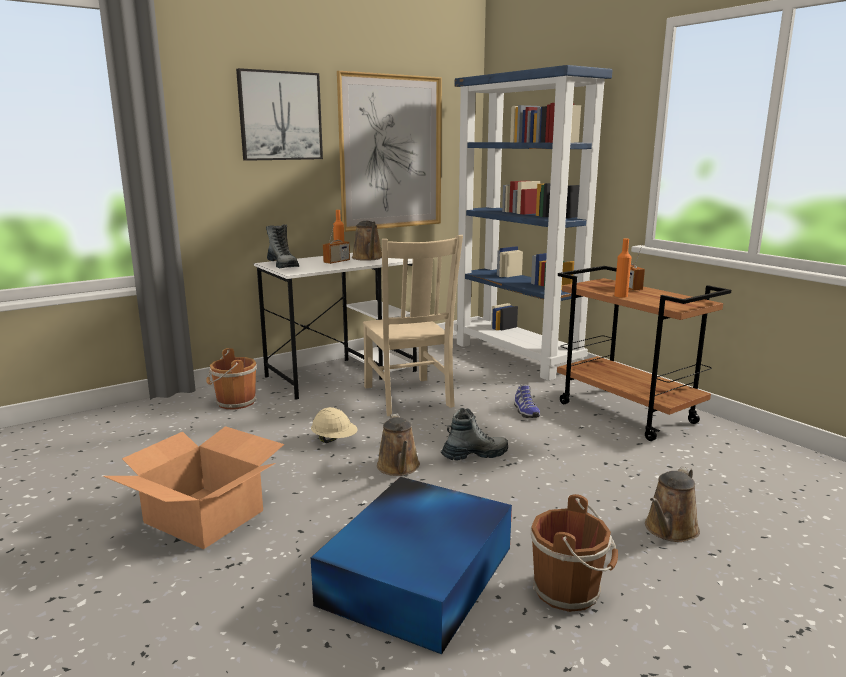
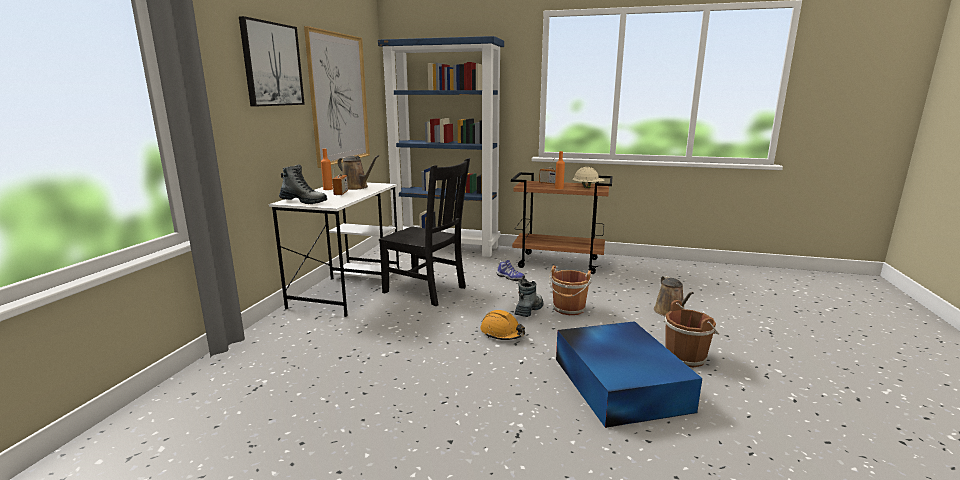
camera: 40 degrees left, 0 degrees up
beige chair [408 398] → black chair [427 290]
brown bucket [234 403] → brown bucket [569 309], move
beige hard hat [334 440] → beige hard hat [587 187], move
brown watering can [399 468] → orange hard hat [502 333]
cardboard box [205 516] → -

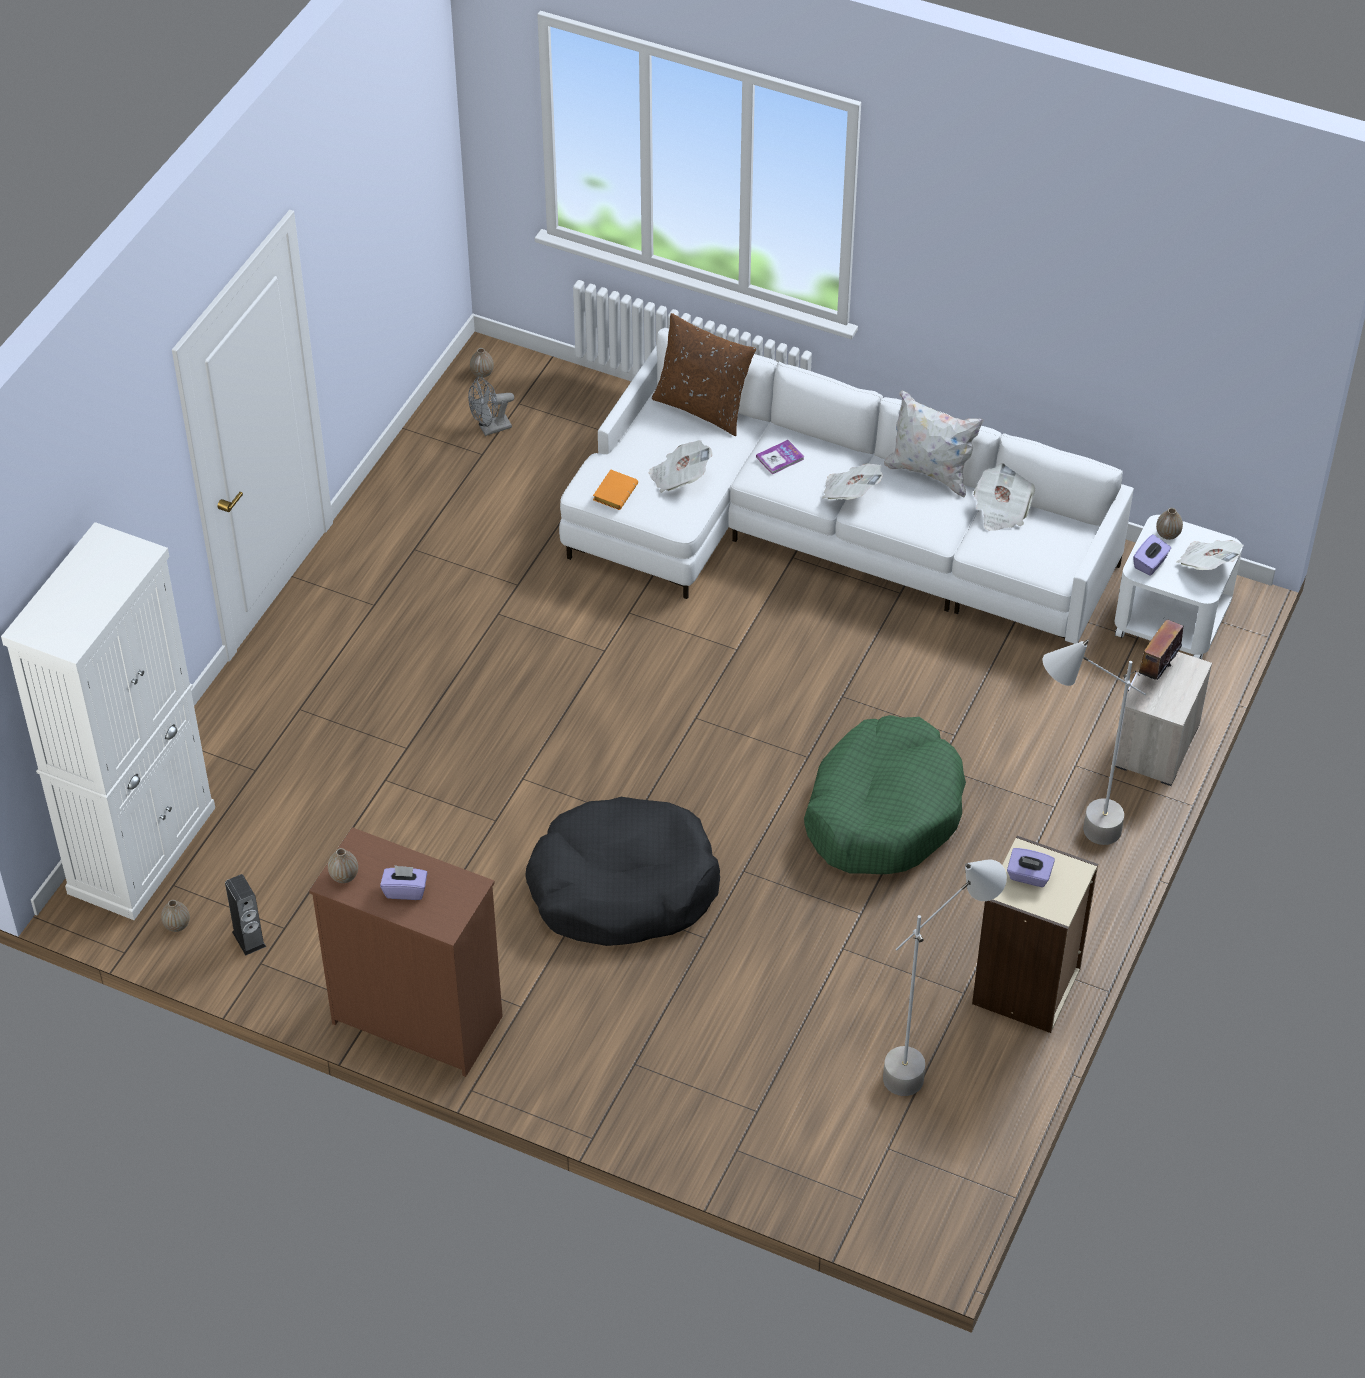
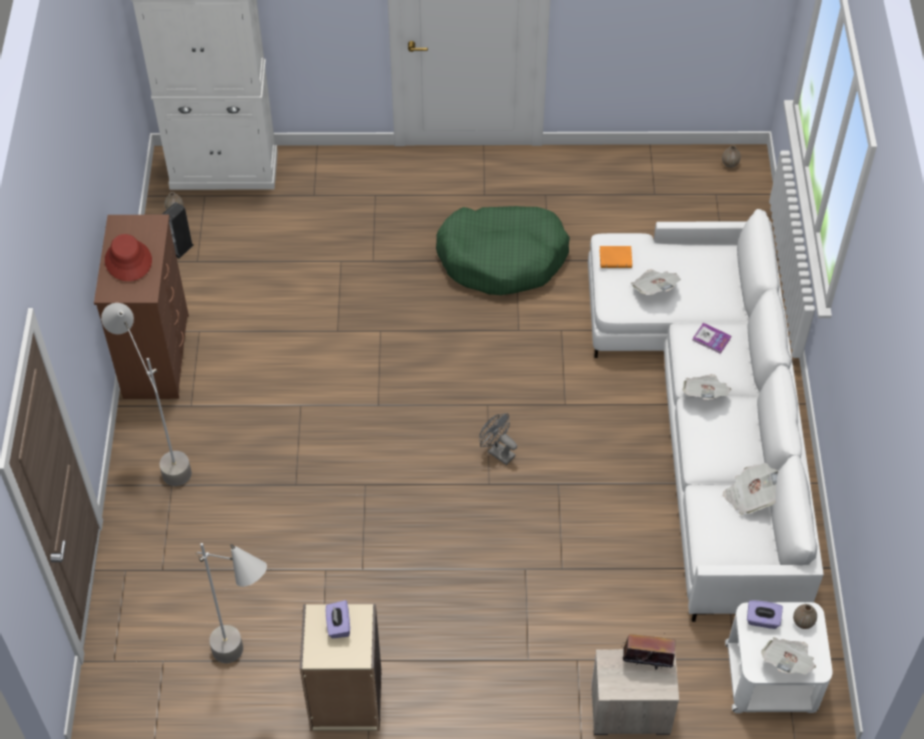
camera: 65 degrees right, 5 degrees up
brown pillow [702 407] → -
grey fan [490 429] → grey fan [497 452], move
white pillow [930 472] → -
grey floor lamp [1071 835] → grey floor lamp [163 457], move
green dog bed [883 811] → green dog bed [502 258], move
black dog bed [622 888] → -
vase [344 876] → -
purple tissue box [405 890] → red hat [128 261]

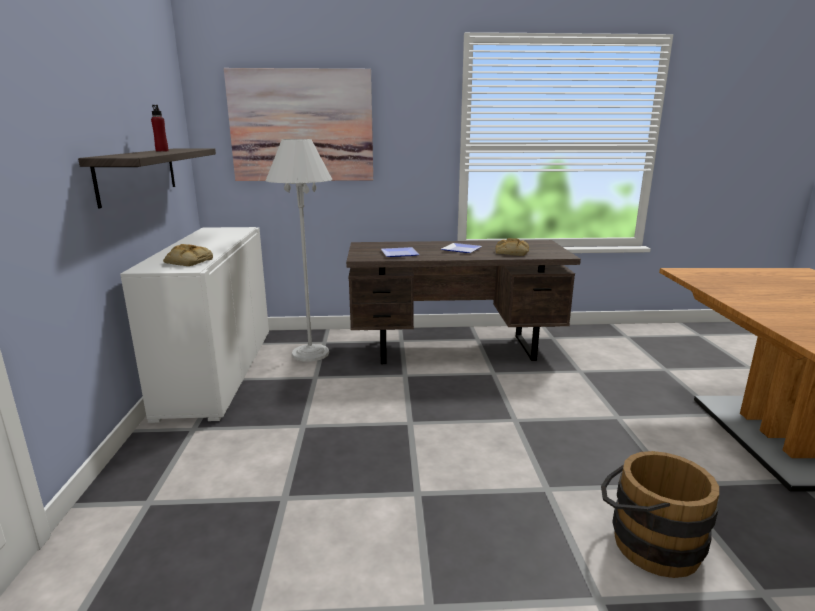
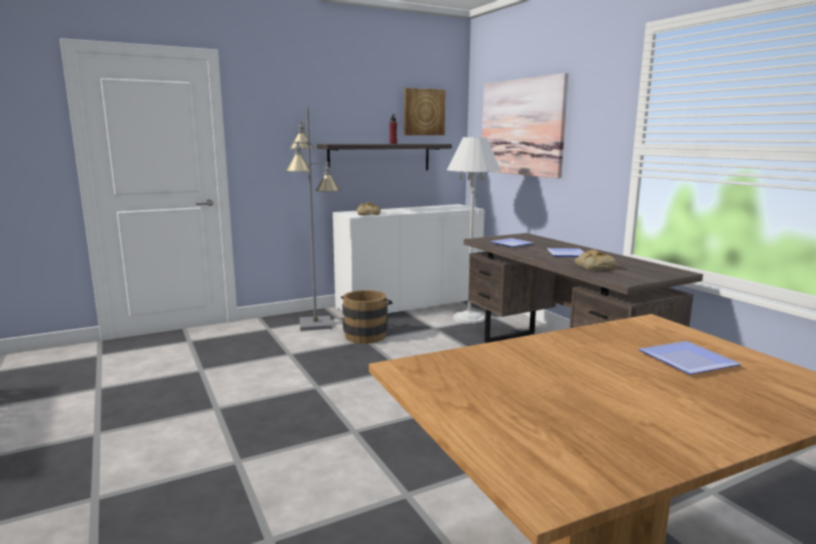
camera: 65 degrees right, 5 degrees down
brown bucket [647 542] → brown bucket [366 334], move
- → picture [423 112]
- → grey floor lamp [316 324]
- → plate [687 362]

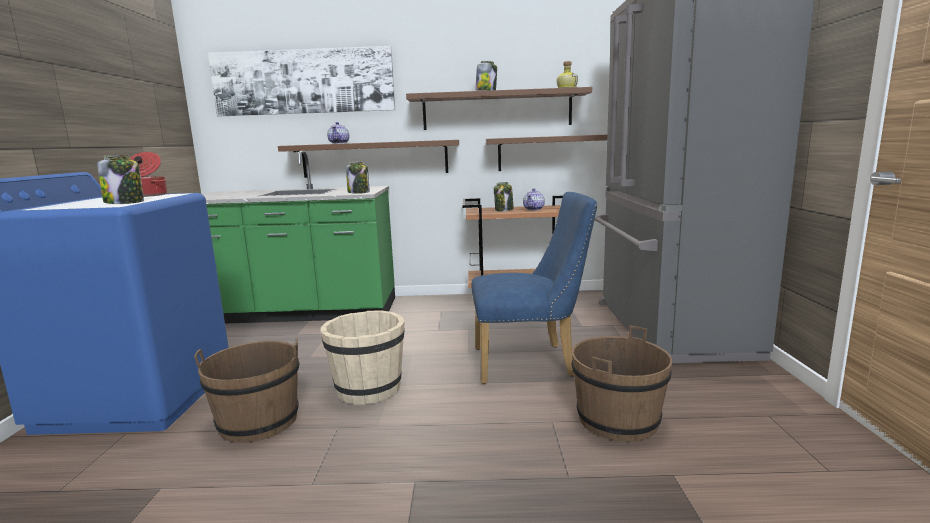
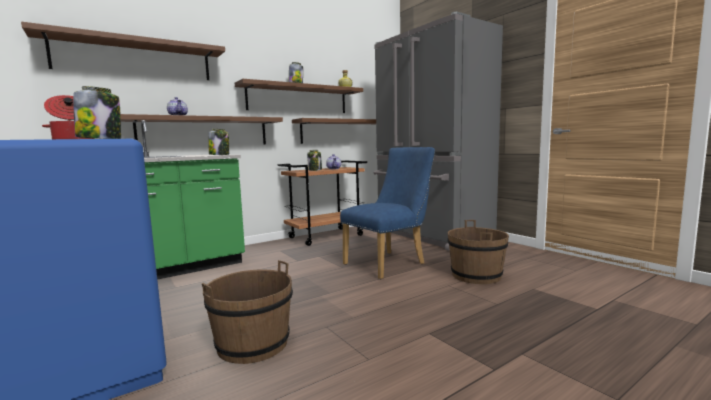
camera: 35 degrees left, 5 degrees down
picture [303 82] → brown shelf [135 59]
beige bucket [368 389] → -

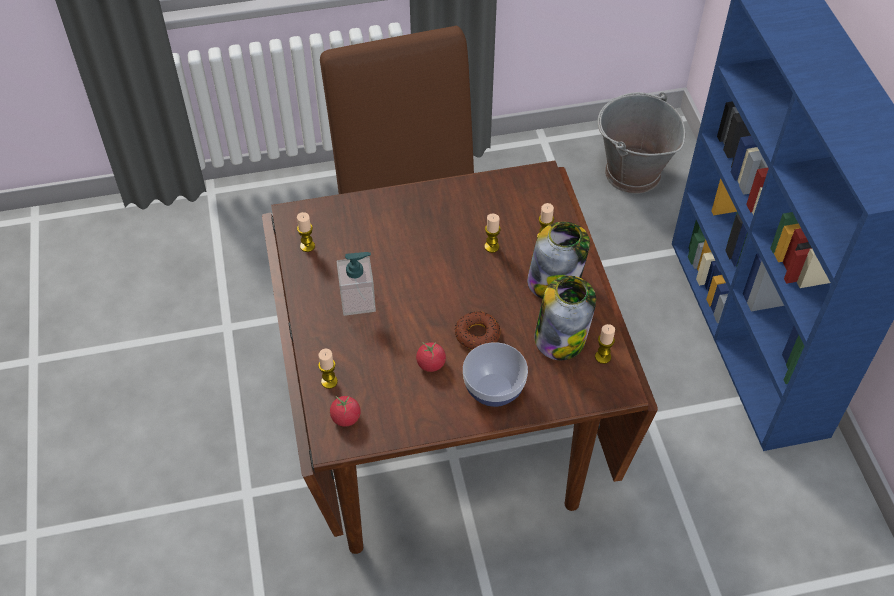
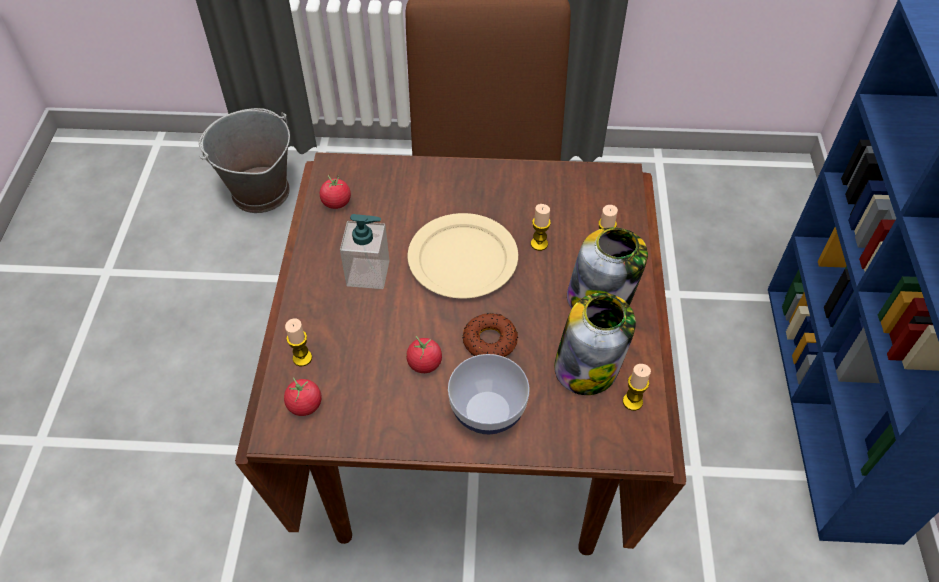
camera: 15 degrees right, 0 degrees up
grey bucket [632 173] → grey bucket [259 192], move
candle [307 246] → tomato [336 202]
- → beige plate [463 258]

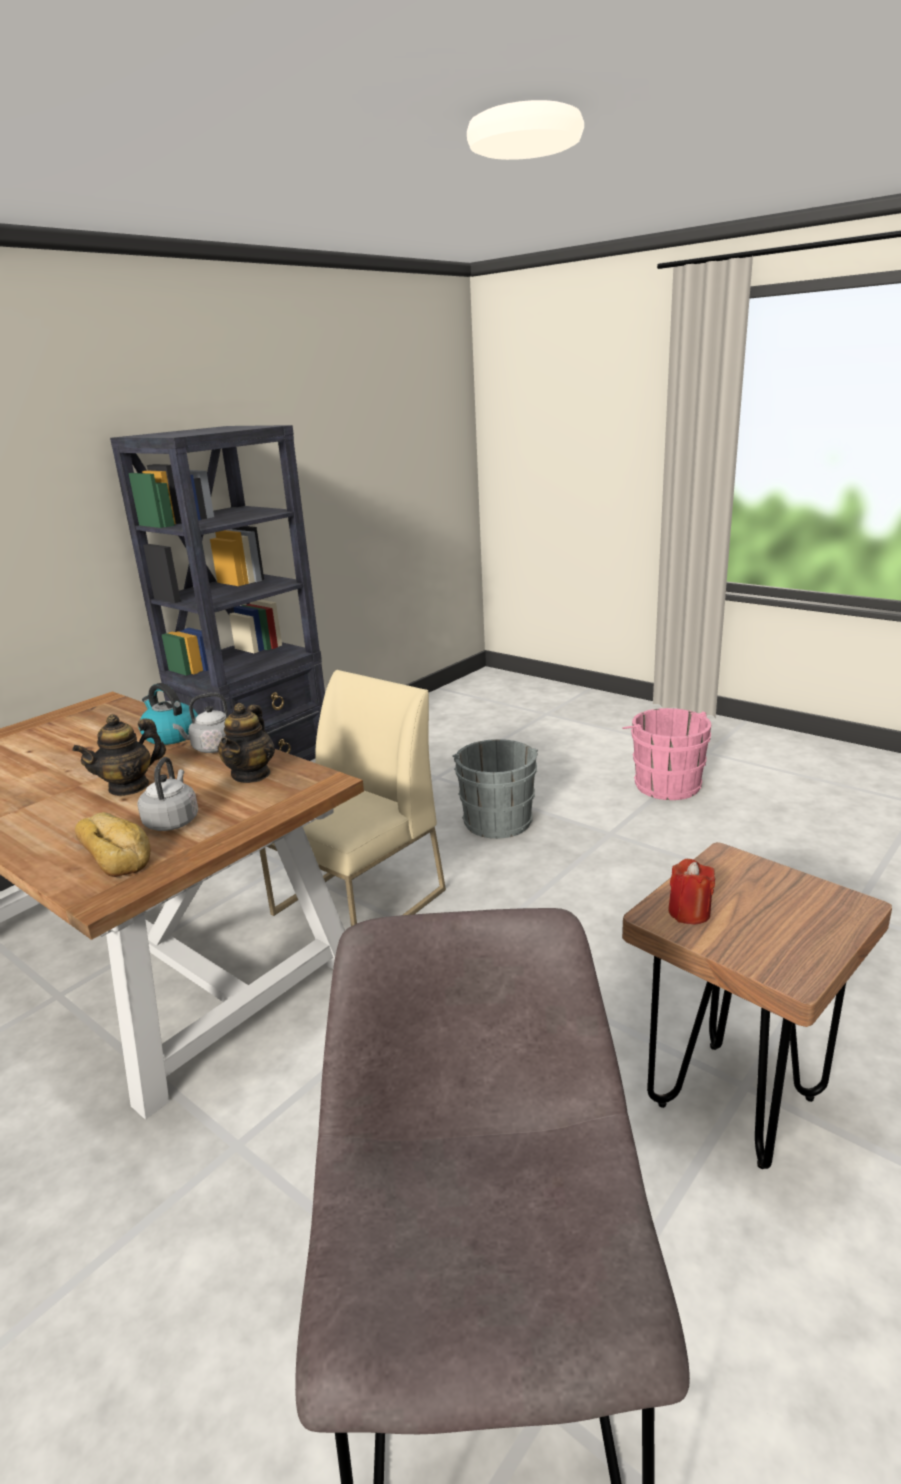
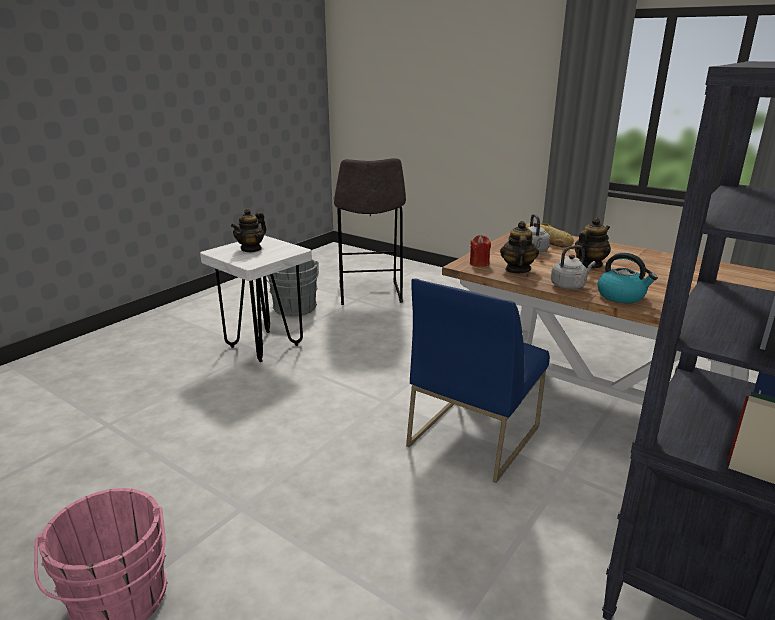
camera: 175 degrees right, 0 degrees up
beige chair [359 903] → blue chair [473 435]
grey bucket [497 819] → grey bucket [294 309], move
brown stool [734 1101] → white stool [265 346]
red candle [689 912] → red candle [479 263], move
- → teapot [251 249]

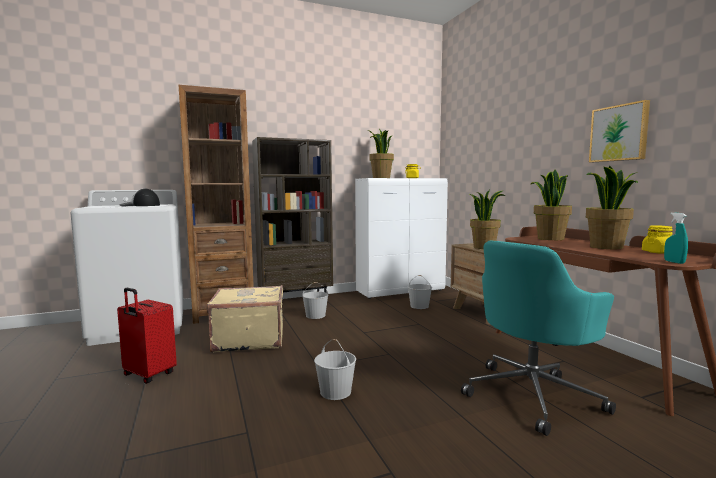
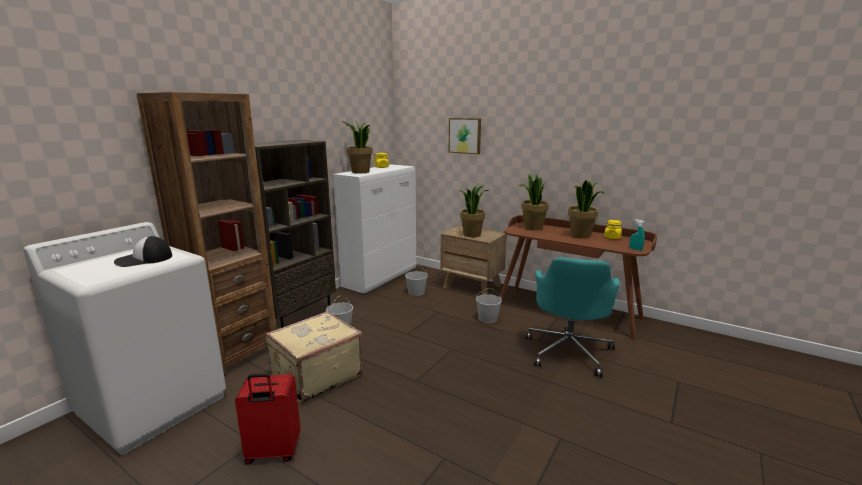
camera: 35 degrees left, 10 degrees up
picture [619 133] → picture [465 135], move
white bucket [336 392] → white bucket [488 318], move

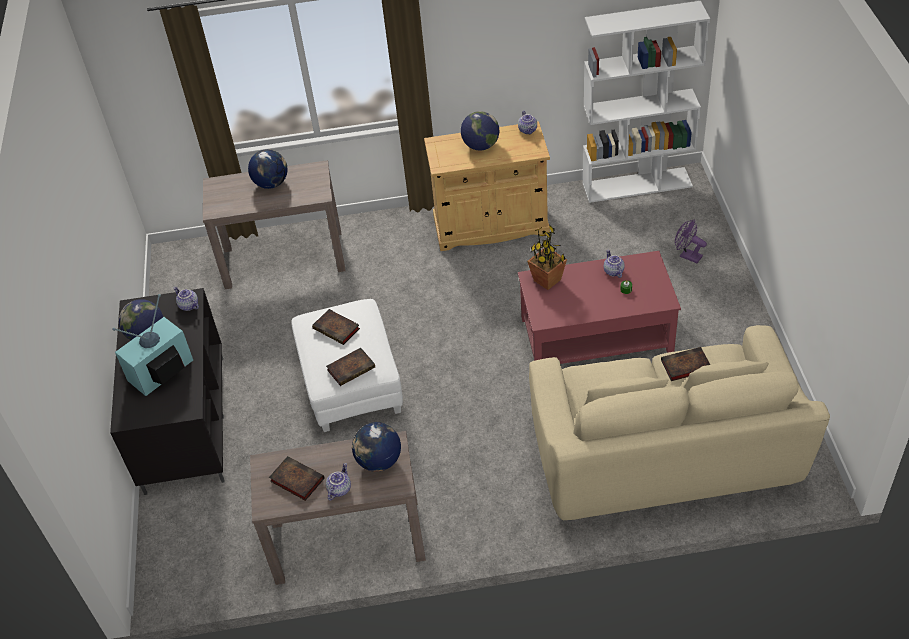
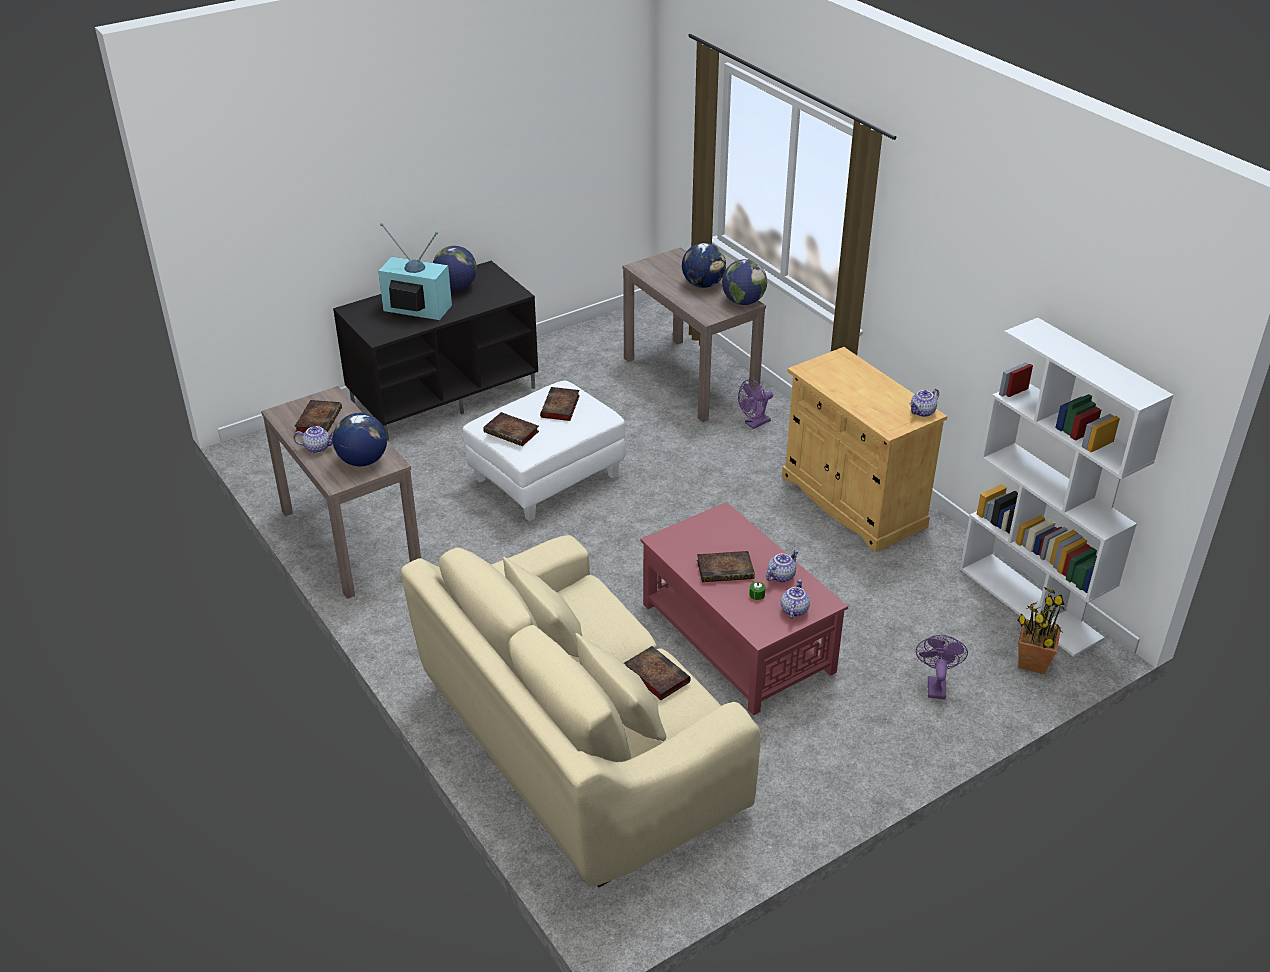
camera: 60 degrees right, 10 degrees down
globe [481 146] → globe [743 302], move
potted plant [547 280] → potted plant [1033 663], move
teapot [188 306] → teapot [793 610], move
- → purple fan [754 424]
- → book [726 569]

